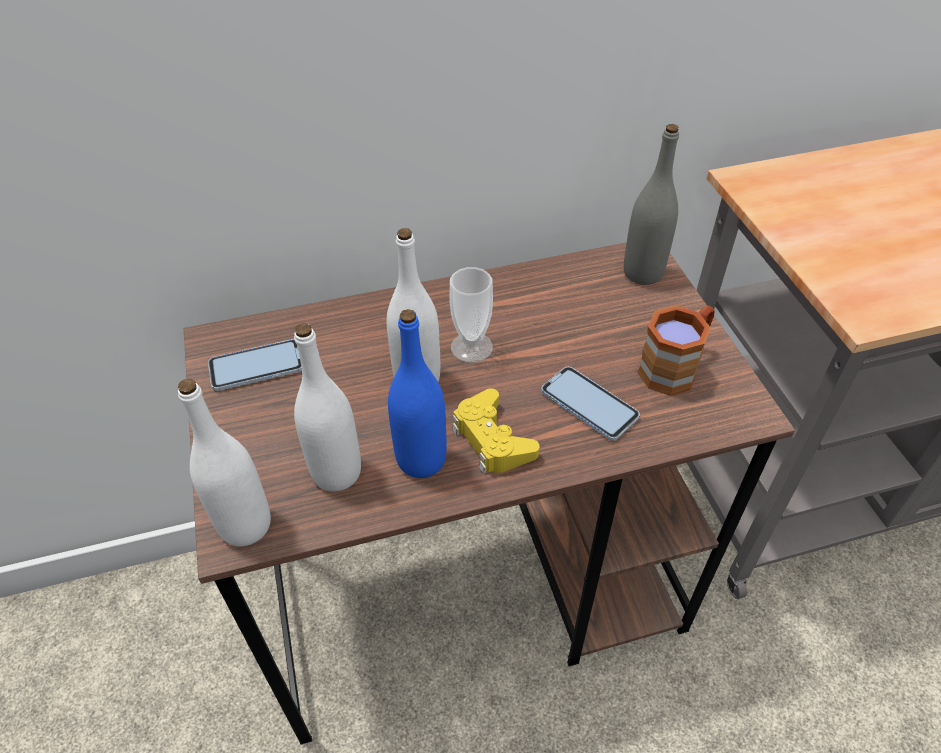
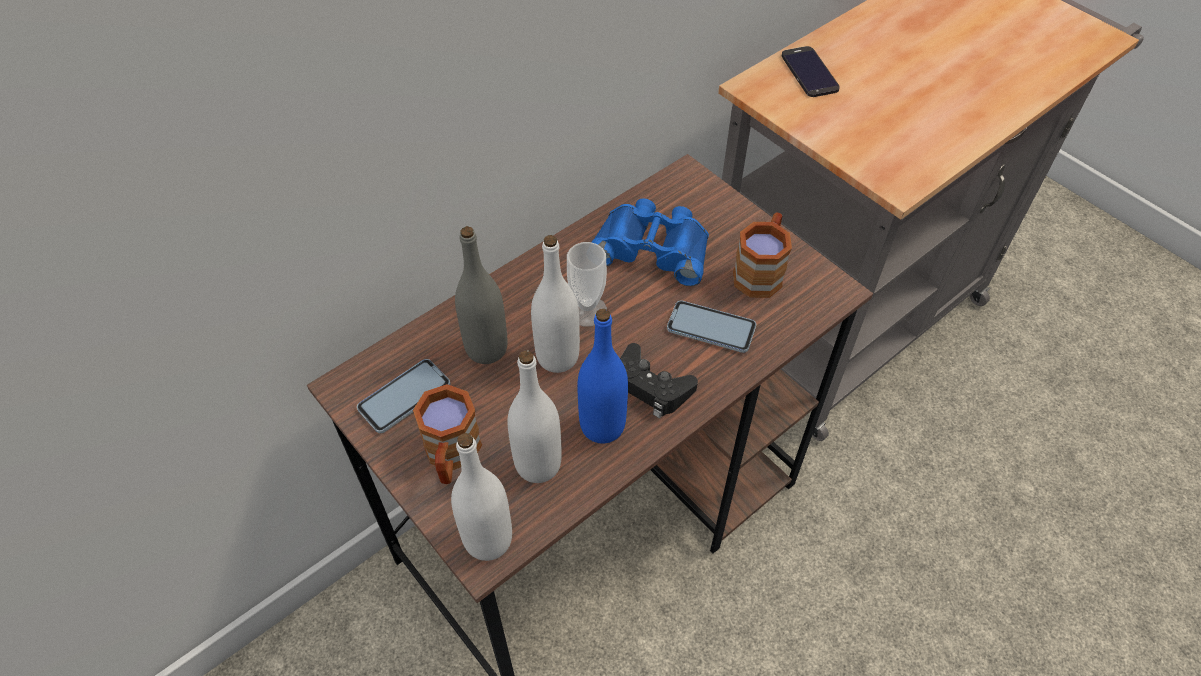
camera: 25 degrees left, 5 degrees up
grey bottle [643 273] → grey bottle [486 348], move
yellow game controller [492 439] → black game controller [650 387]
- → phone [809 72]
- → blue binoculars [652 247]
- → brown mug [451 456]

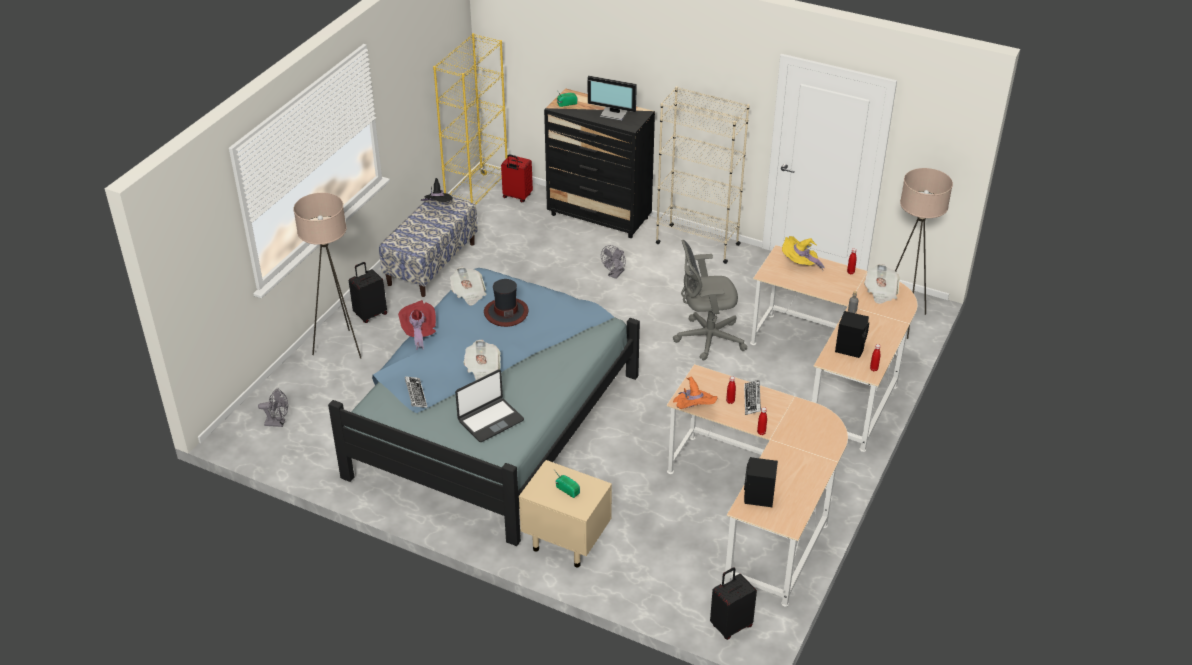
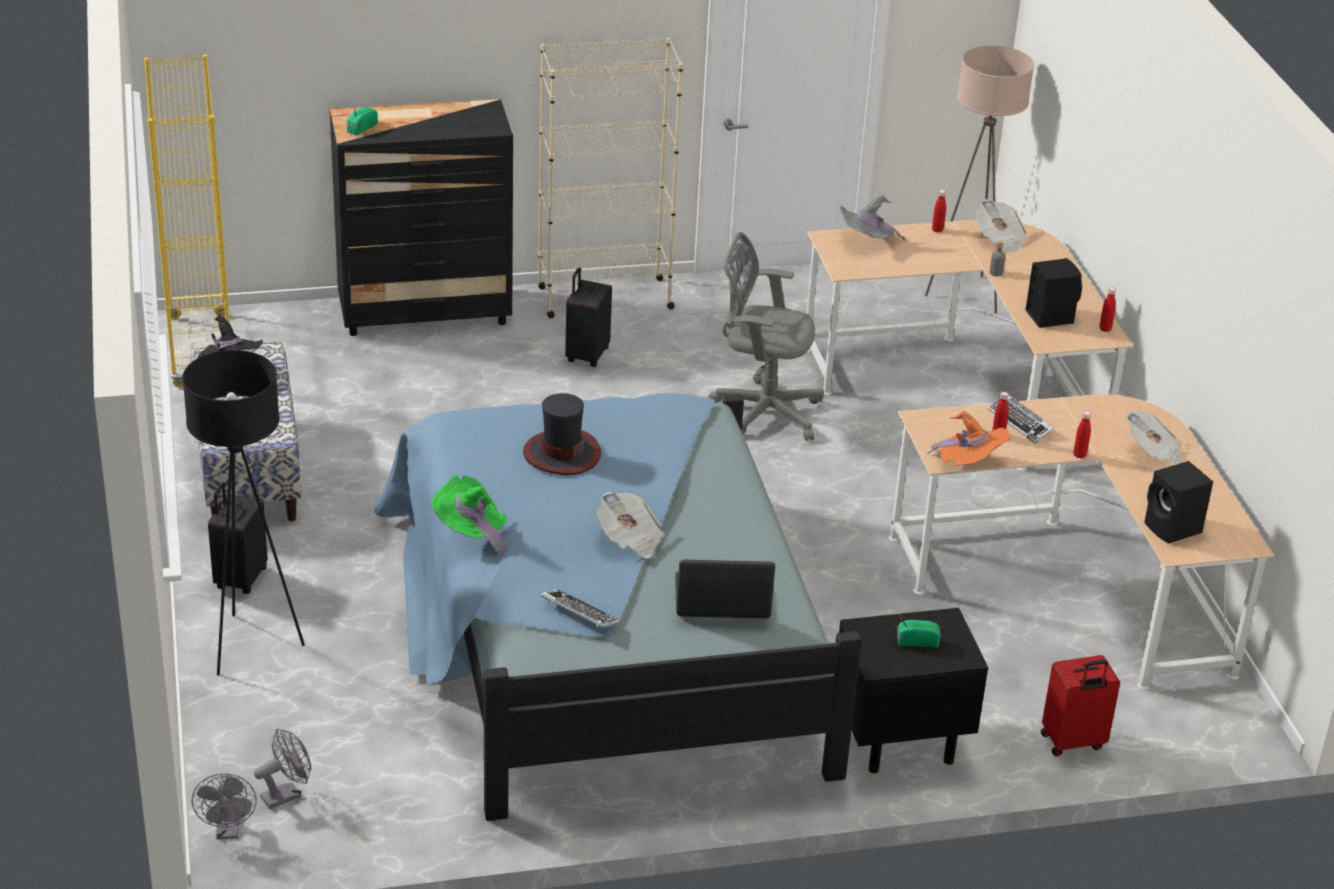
camera: 40 degrees left, 5 degrees down
monitor [614 113] → -
red suitcase [517 197] → red suitcase [1073 742], move
beige floor lamp [340 347] → black floor lamp [251 645]
yellow hat [800 264] → grey hat [866 242]
grey office chair [706 338] → grey office chair [762 411], 60 degrees clockwise
grey fan [614 275] → grey fan [228 831], move
newspaper [468 294] → newspaper [1153 453], move
red hat [419 333] → green hat [471 532]
laptop [490 420] → laptop [722 599], 105 degrees counterclockwise
beige nightstand [565 542] → black nightstand [898 741]
black suitcase [730 625] → black suitcase [586 355], move

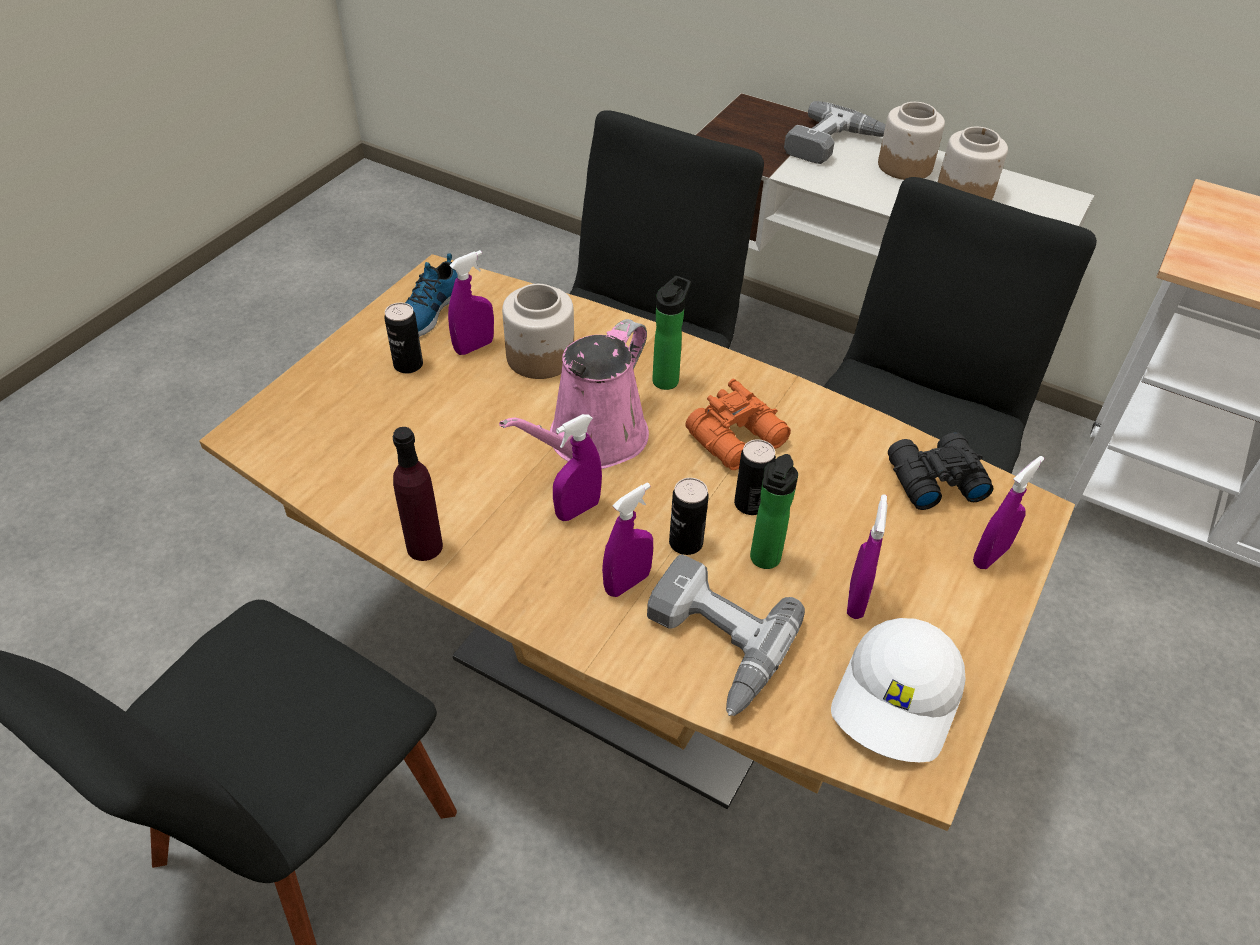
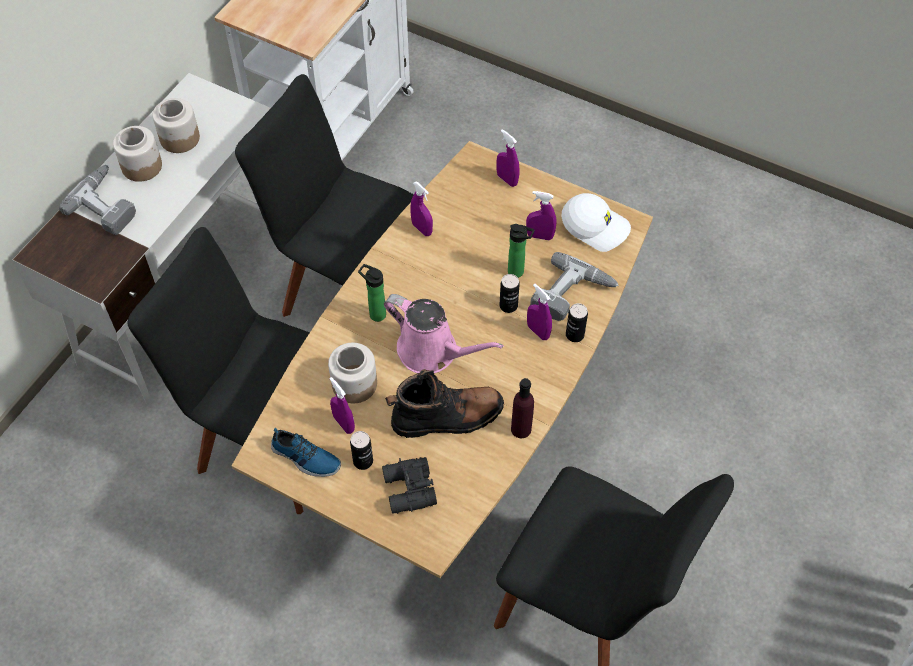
camera: 90 degrees left, 10 degrees up
orange binoculars [739 439] → -
purple spray bottle [577 510] → purple spray bottle [422 229], move
black binoculars [932 479] → black binoculars [408 490], move
can [750 504] → can [574 335], move
- → black boot [447 417]

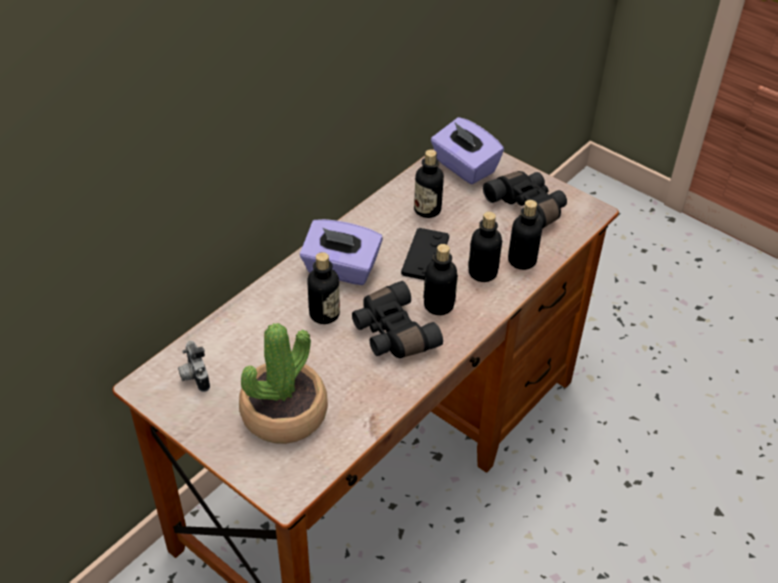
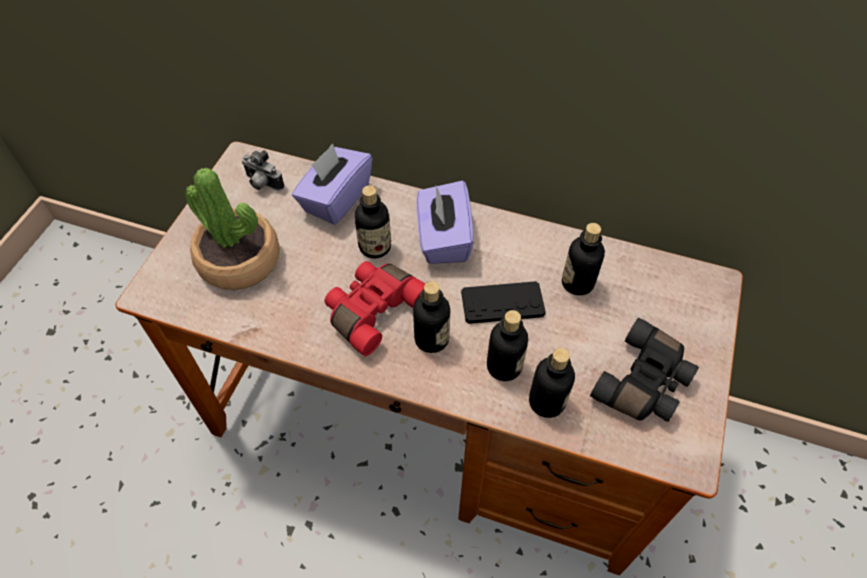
camera: 70 degrees right, 10 degrees up
purple tissue box [464 167] → purple tissue box [335 199], move
black binoculars [392 333] → red binoculars [372 310]
photo camera [193 376] → photo camera [262 184], 105 degrees counterclockwise

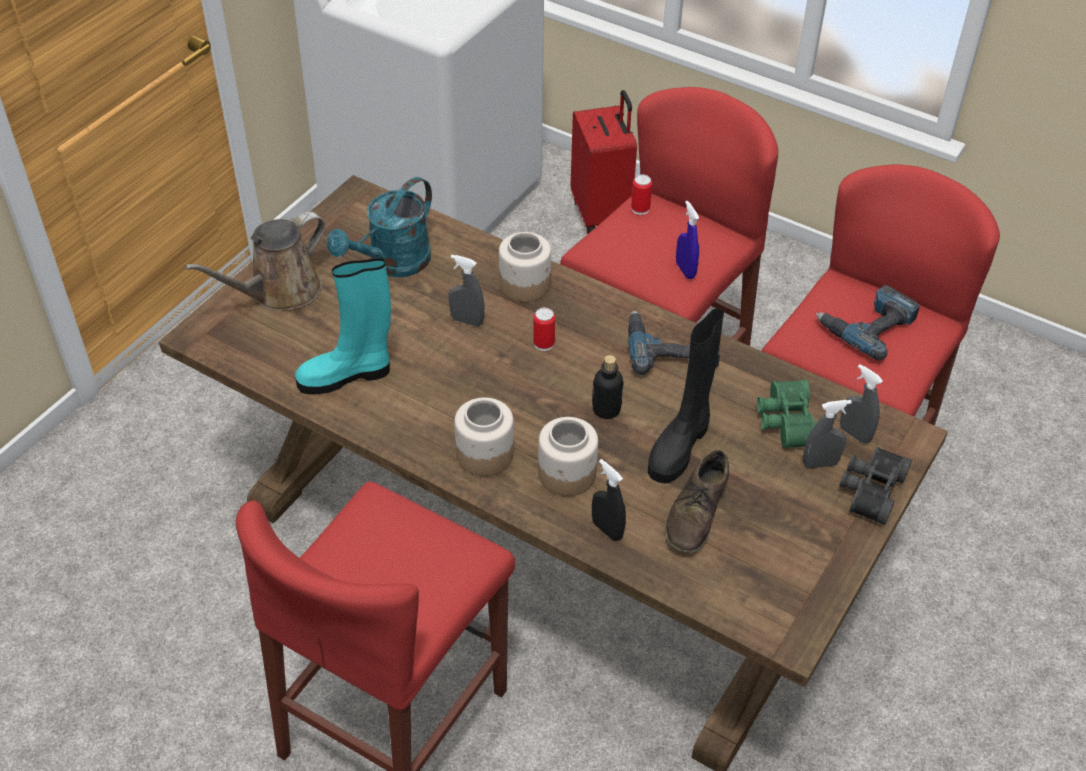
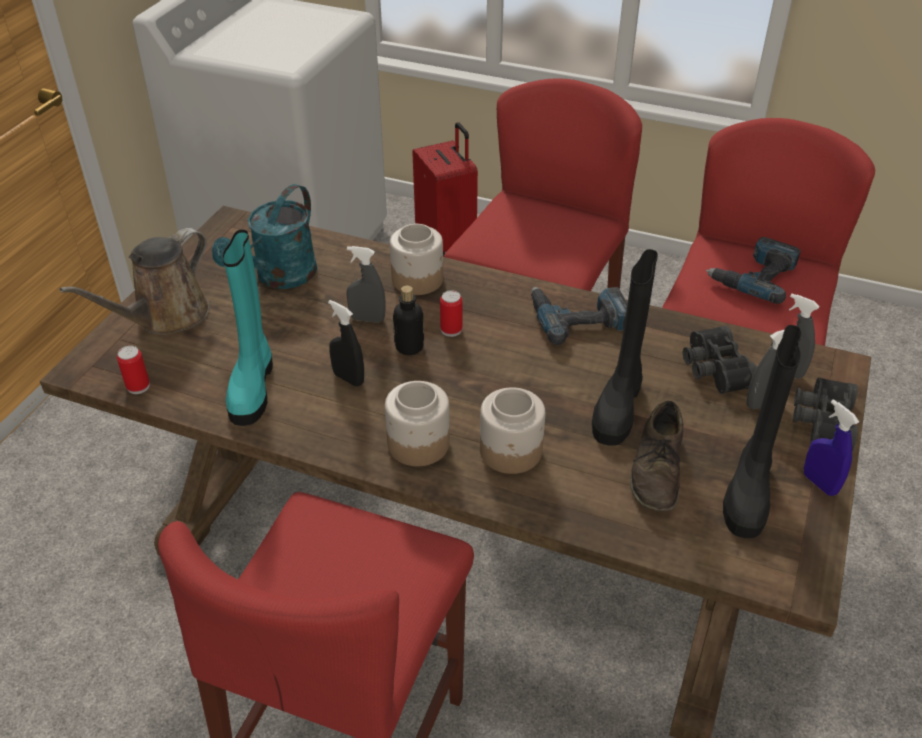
camera: 10 degrees left, 5 degrees down
can [640 209] → can [138 386], move
blue spray bottle [685 270] → blue spray bottle [819 483], move
turquoise boot [347 375] → turquoise boot [253 387], 60 degrees counterclockwise
bottle [606 409] → bottle [409 347], move
green binoculars [784 422] → black binoculars [713 370]
black spray bottle [607 529] → black spray bottle [348 378], move
- → black boot [748 491]

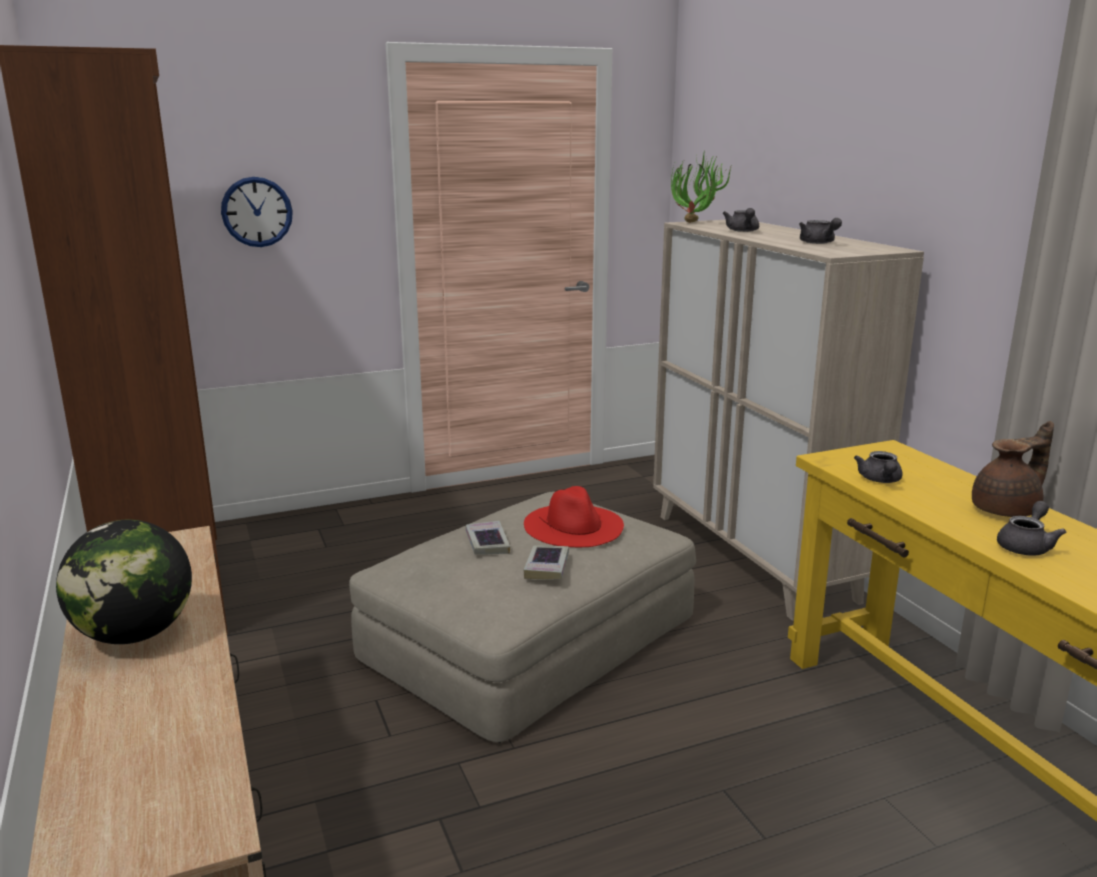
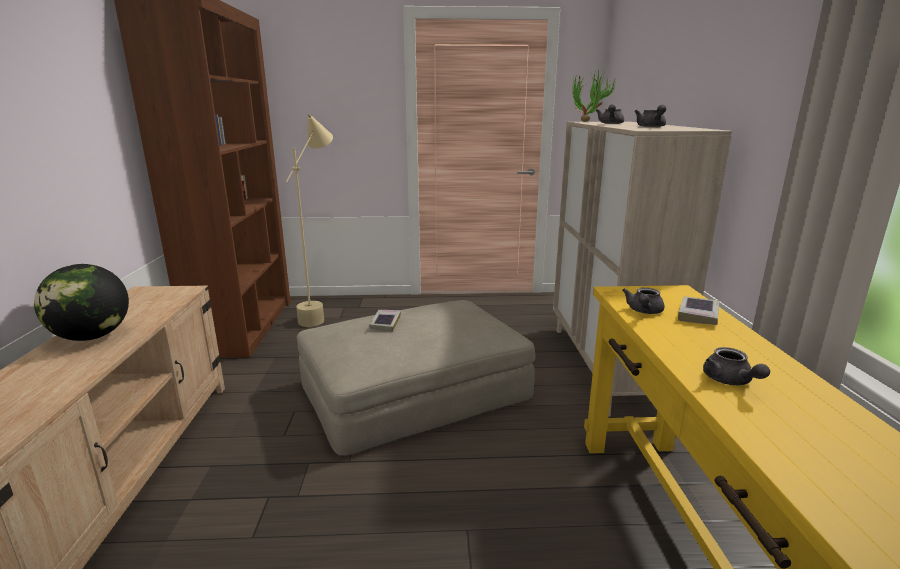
camera: 20 degrees right, 0 degrees up
wall clock [257 212] → -
brown teapot [1007 510] → -
red hat [574 525] → -
grey teapot [1026 546] → grey teapot [730 381], 105 degrees clockwise
book [547 567] → book [698 315], move
- → beige floor lamp [322 313]

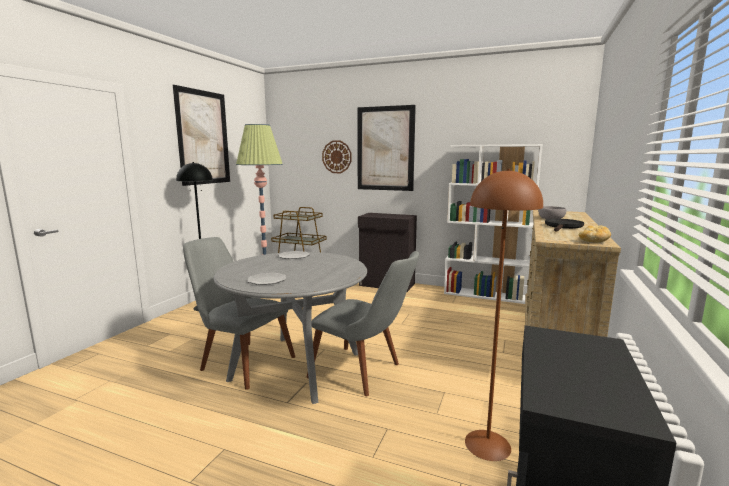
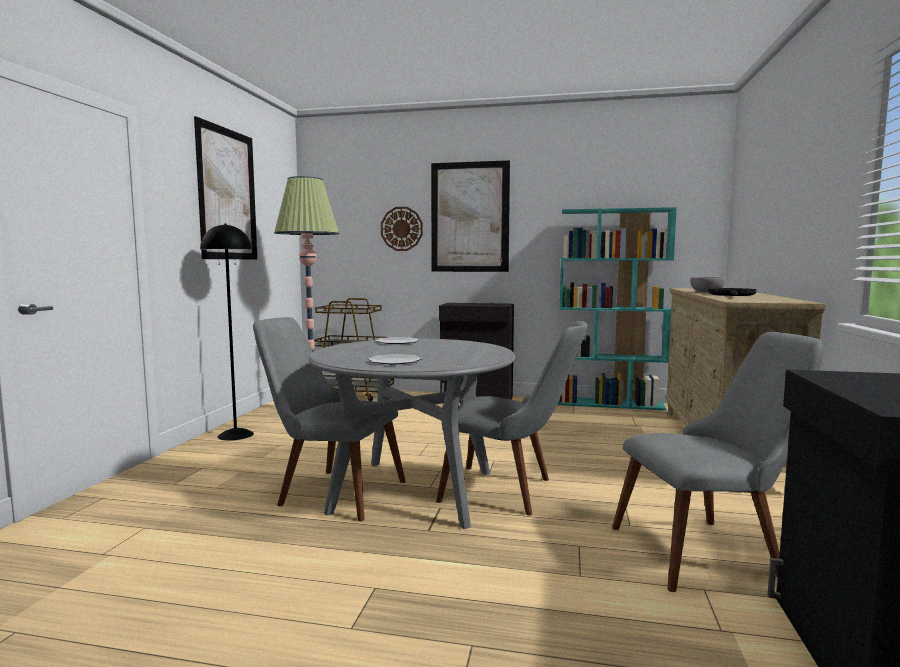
camera: 10 degrees left, 5 degrees down
white bookcase [486 295] → turquoise bookcase [610 404]
brown floor lamp [488 445] → grey chair [711 550]
bread [593 242] → -

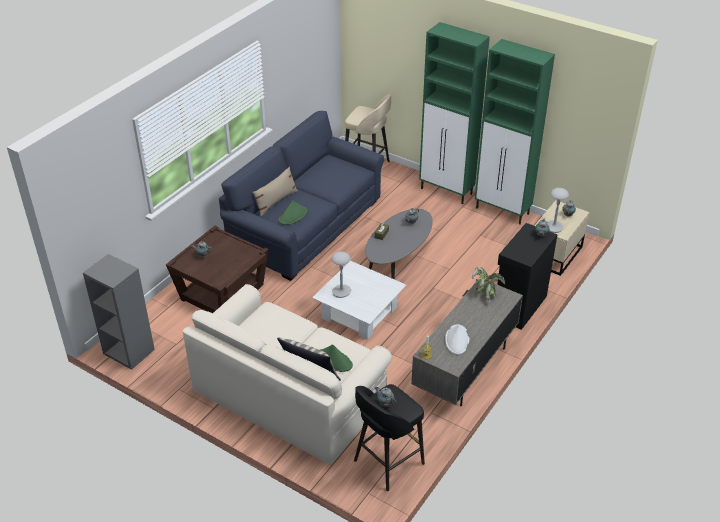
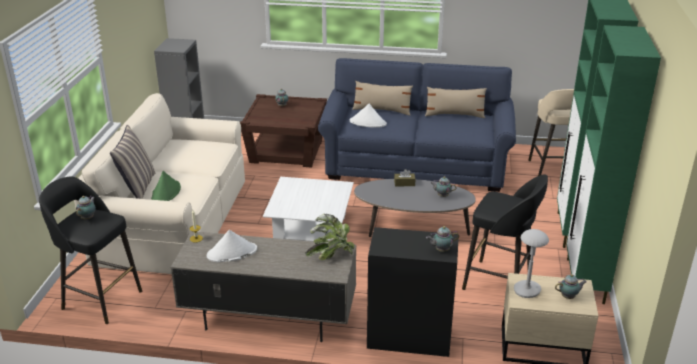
camera: 65 degrees right, 10 degrees down
green hat [293 216] → white hat [368 123]
grey table lamp [341 292] → -
- → beige pillow [454 115]
- → black stool [499 283]

